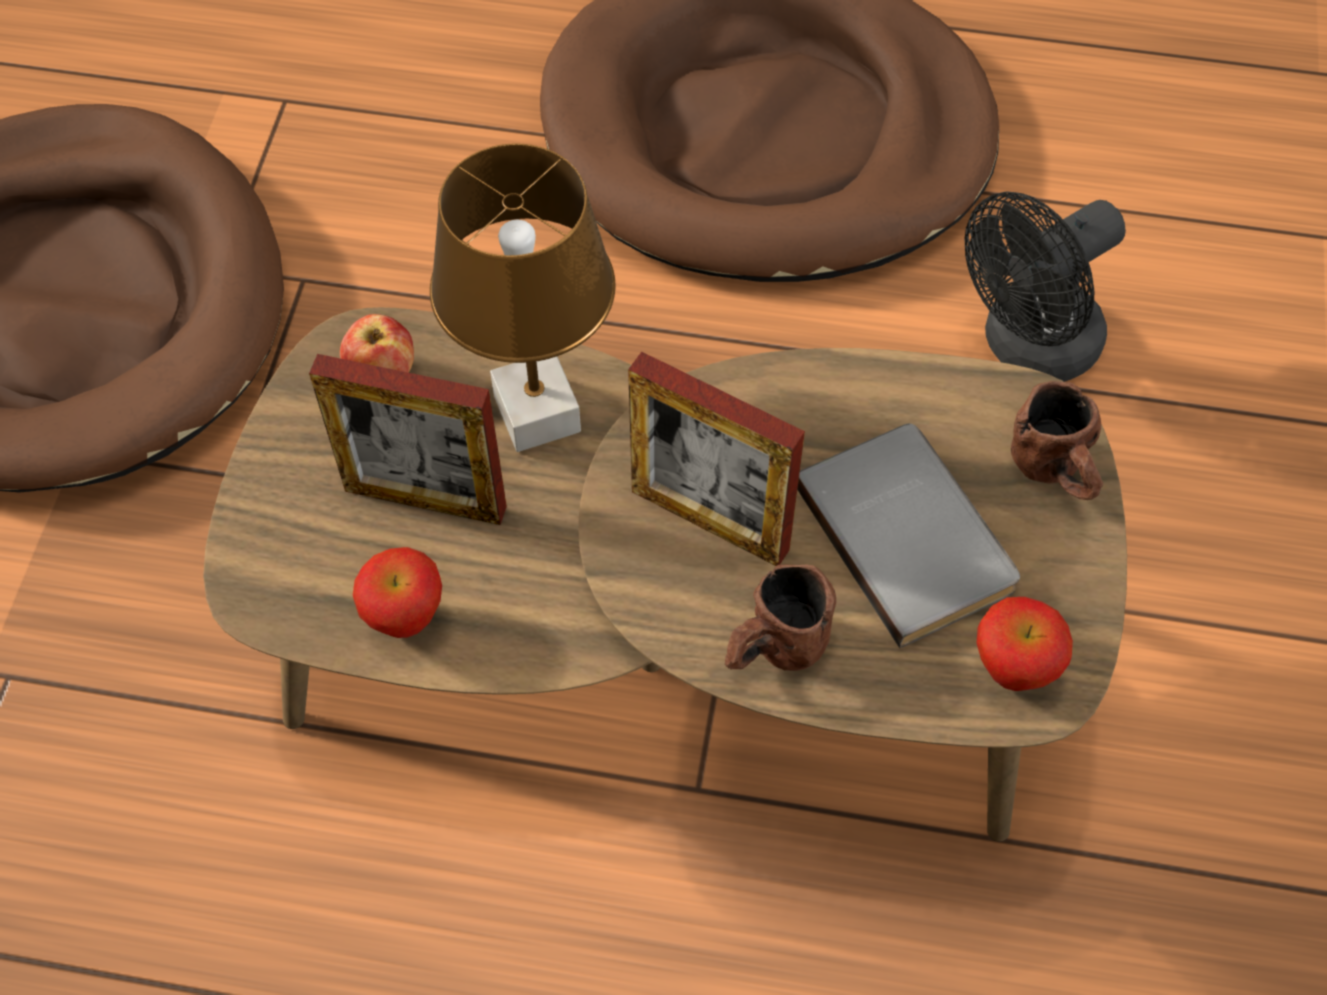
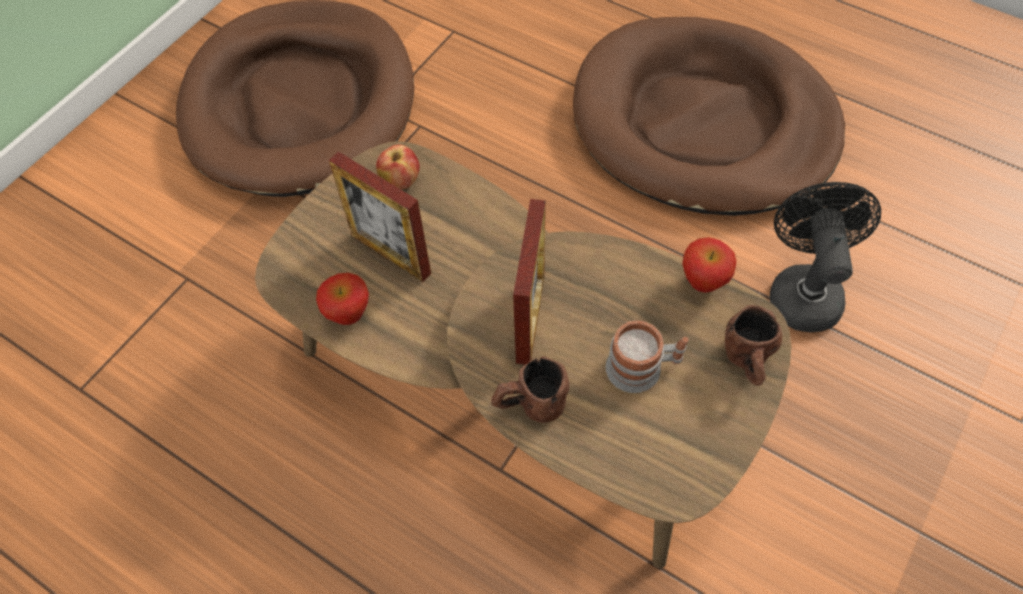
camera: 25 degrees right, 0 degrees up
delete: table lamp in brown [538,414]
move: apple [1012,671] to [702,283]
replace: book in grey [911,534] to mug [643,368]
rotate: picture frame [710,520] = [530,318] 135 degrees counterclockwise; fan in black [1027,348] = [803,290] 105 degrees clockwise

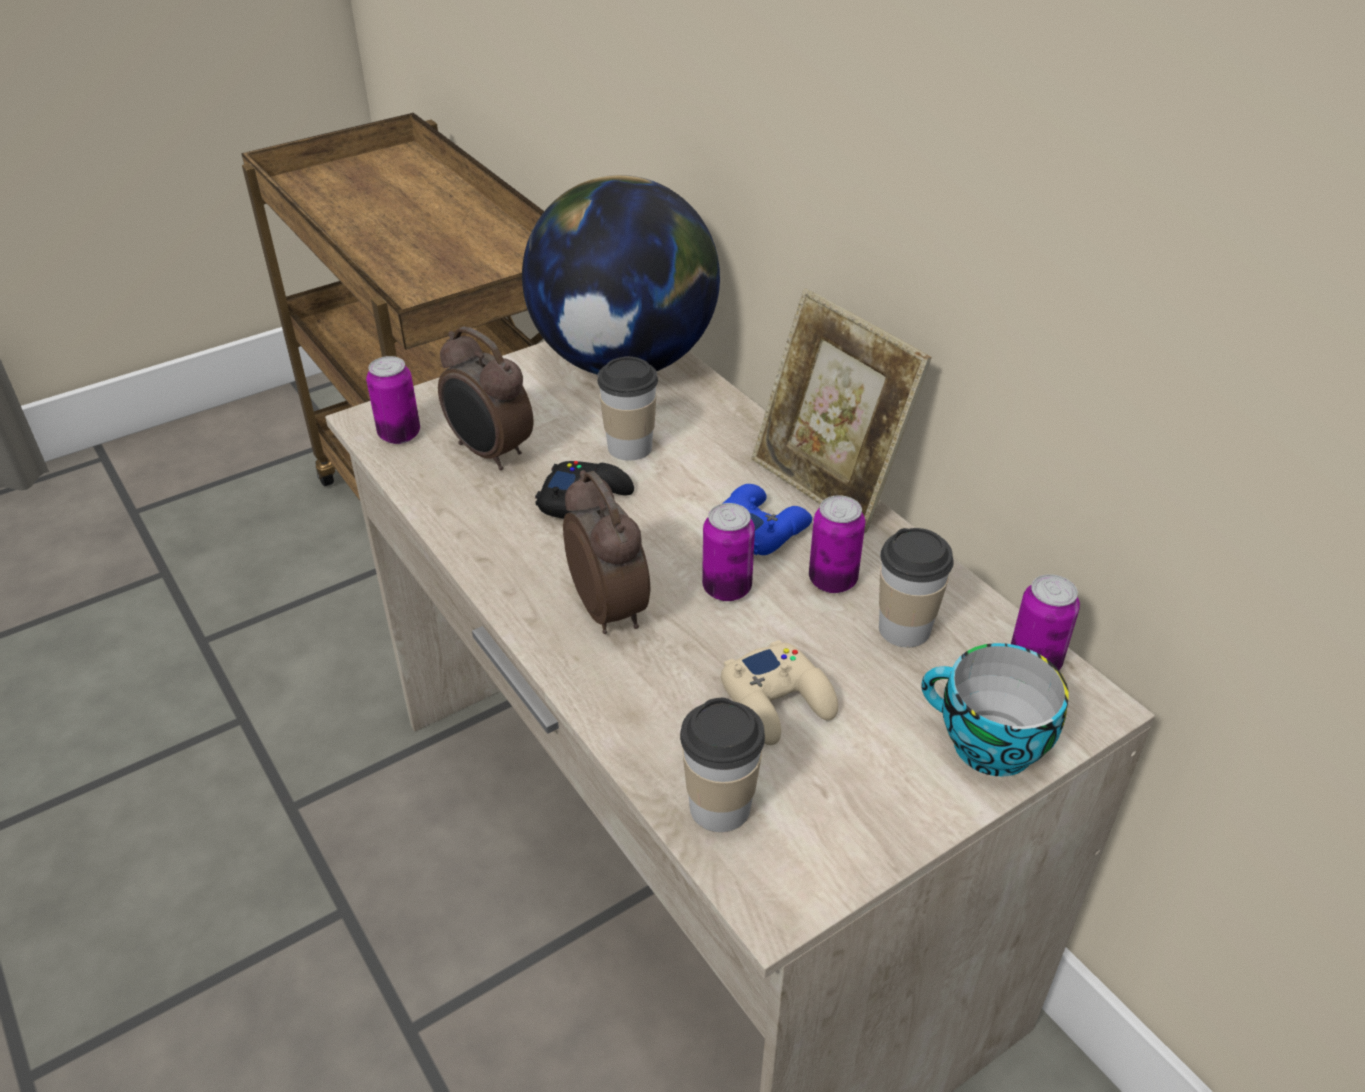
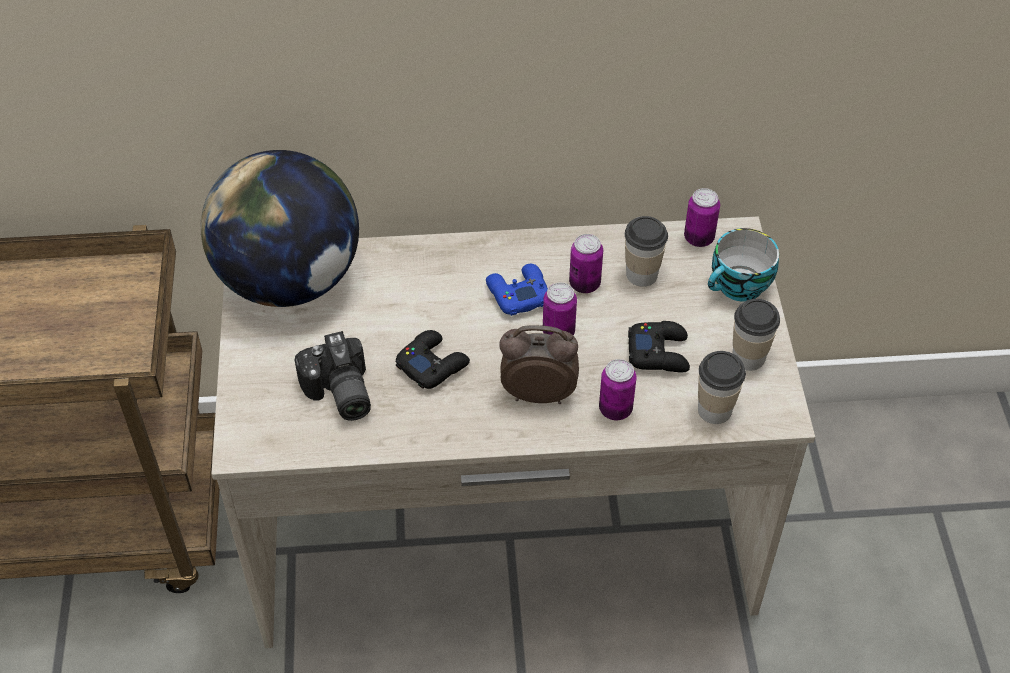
camera: 60 degrees left, 10 degrees up
delete: picture frame [827,484]
move: can [399,434] to [615,409]; cup [630,447] to [748,357]
replace: alarm clock [489,453] to photo camera [338,394]
recolor: game controller in beige [778,701] to game controller in black [659,352]

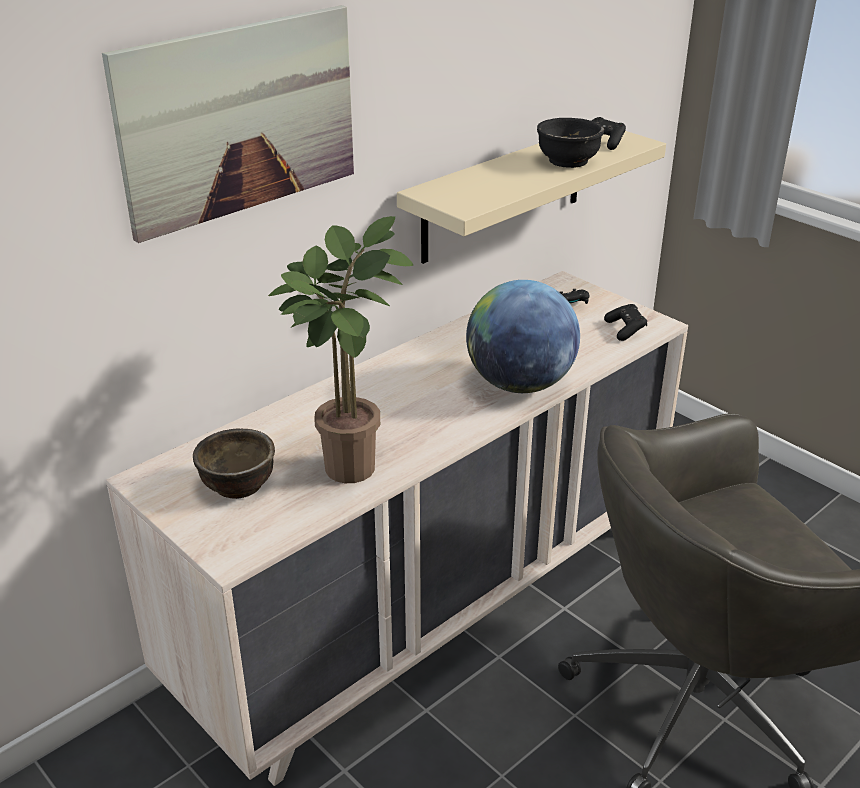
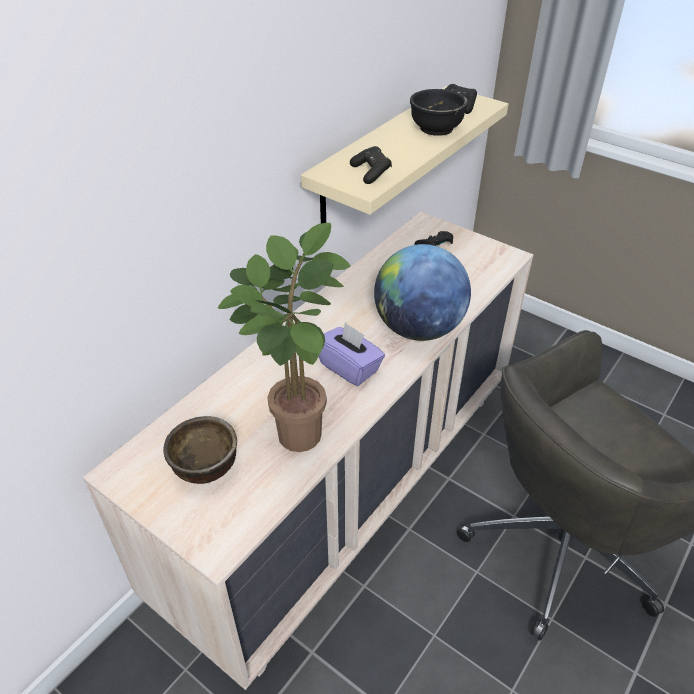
camera: 10 degrees left, 10 degrees up
delete: picture [240,119]
insert: tissue box in purple [349,367]
move: game controller in black [625,330] to [371,173]

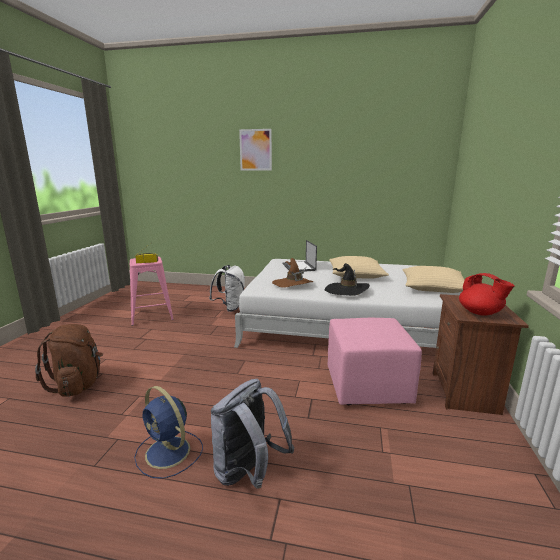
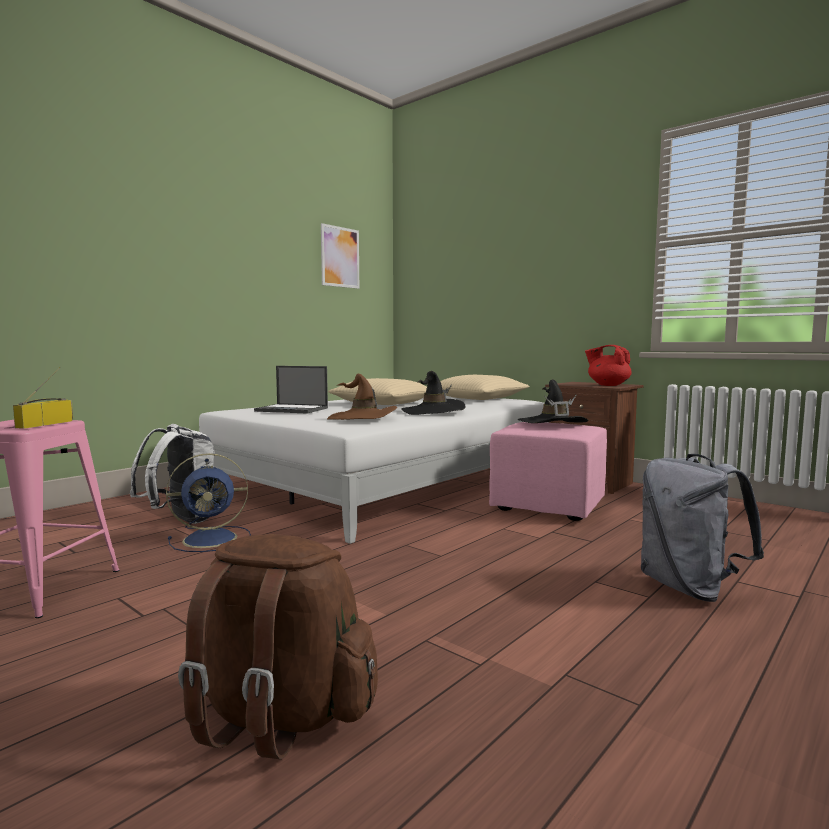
camera: 60 degrees left, 10 degrees down
insert: hat in black [552,424]
move: fan in blue [169,453] to [212,539]; picture [255,150] to [340,257]
rotate: teapot in red [480,313] = [607,385] 135 degrees counterclockwise

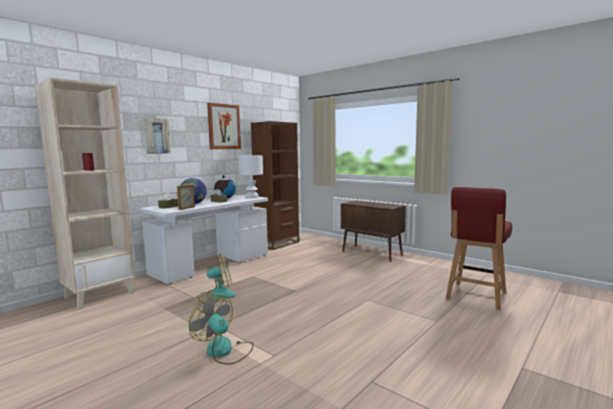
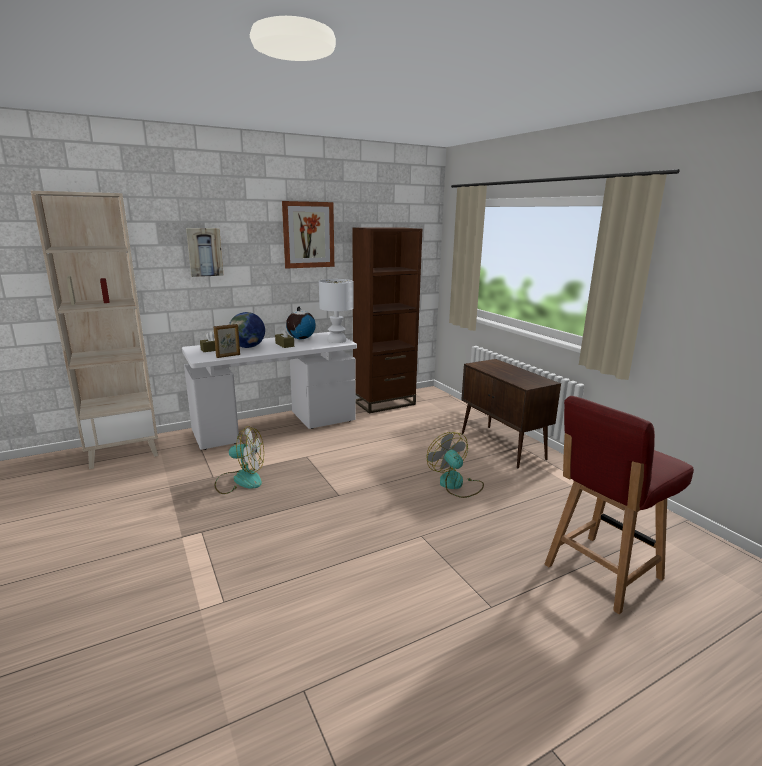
camera: 20 degrees right, 10 degrees up
move: fan [224,351] to [456,484]

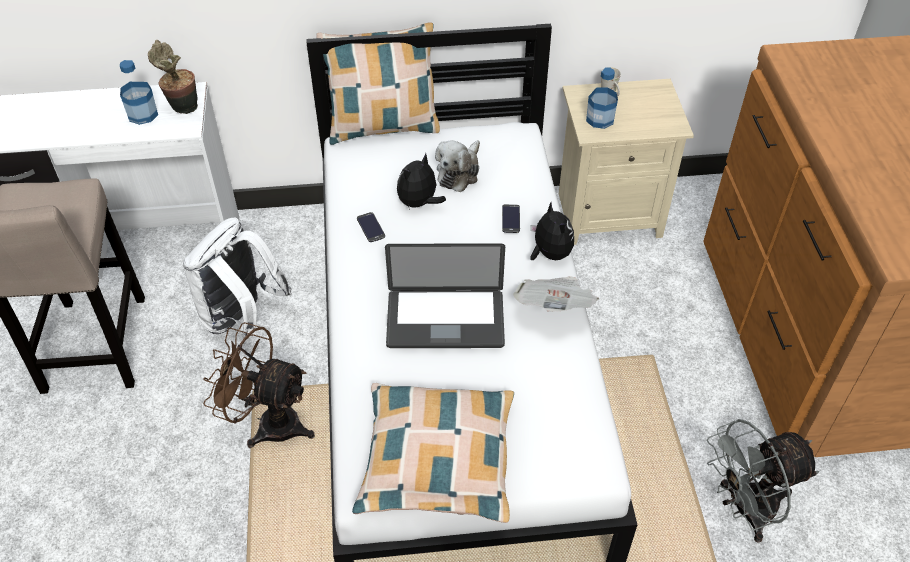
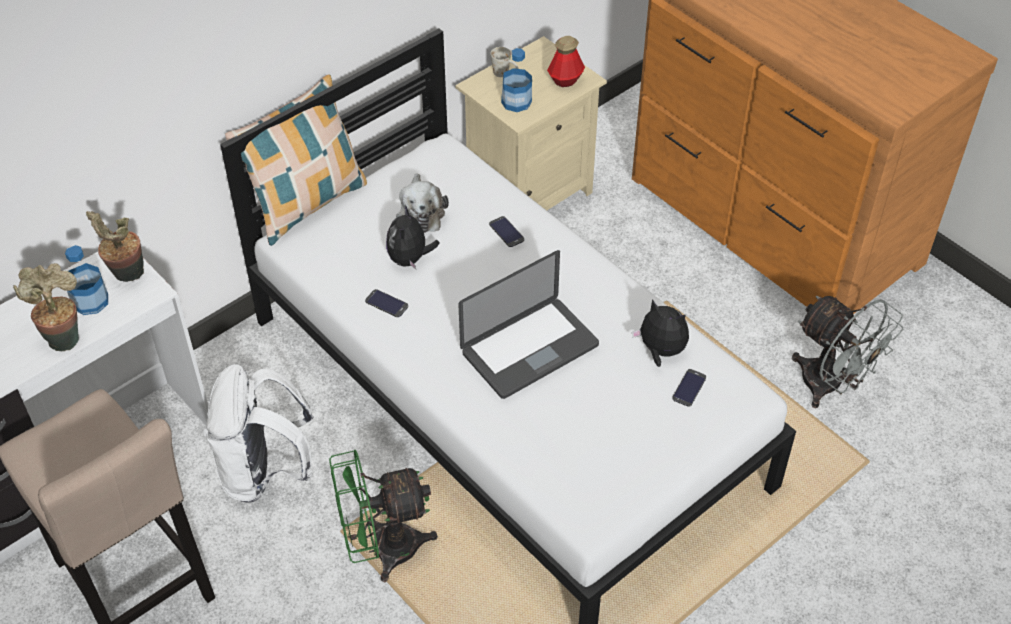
camera: 35 degrees left, 0 degrees up
delete: pillow [437,460]; newspaper [554,307]
insert: potted plant [63,337]; bottle [565,80]; phone [689,388]
move: plush toy [549,254] to [660,351]
recolor: fan in brown [269,423] to fan in green [383,549]
rotate: fan in grey [744,510] = [831,386] 75 degrees counterclockwise

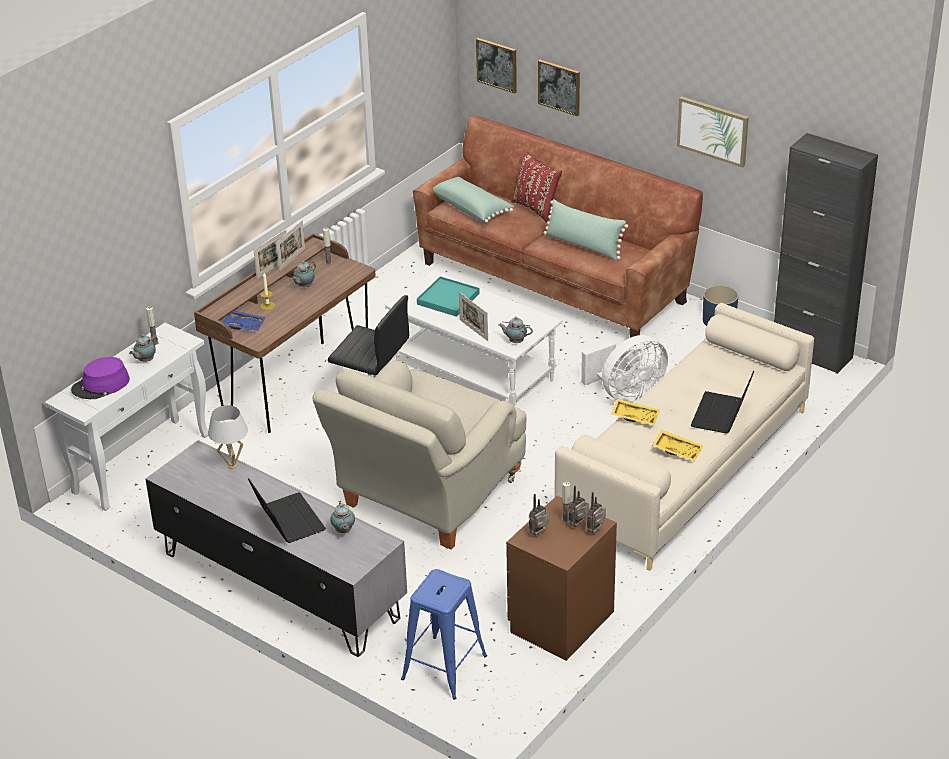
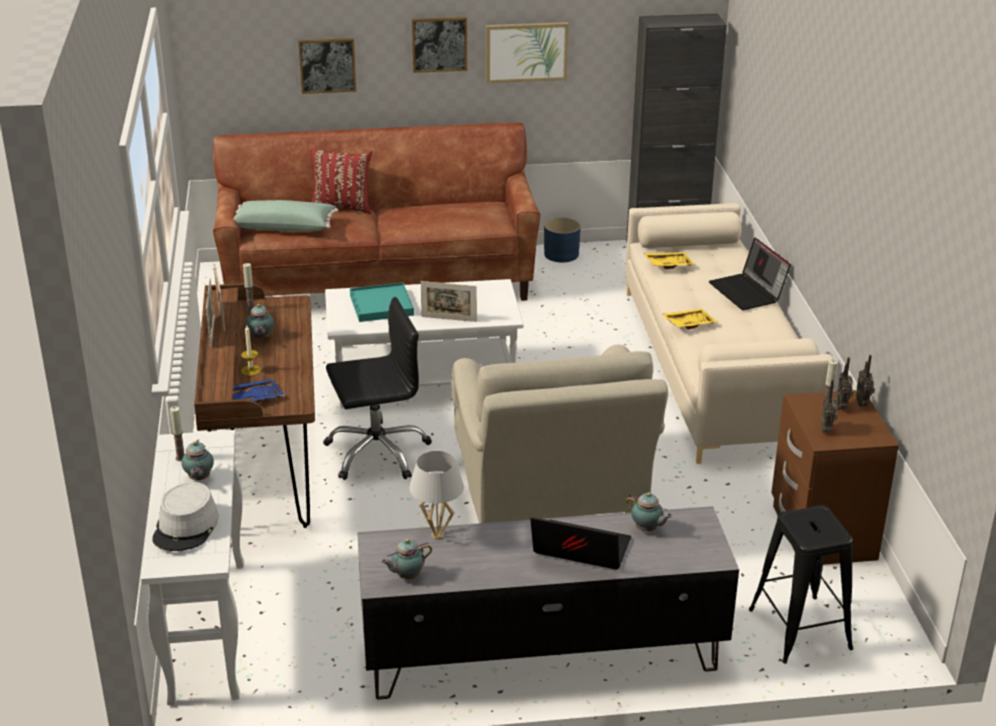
camera: 45 degrees left, 5 degrees down
delete: pillow in green [583,245]; fan in white [626,394]
move: picture [497,65] to [439,44]; teapot [515,341] to [406,576]; tray in yellow [677,450] to [668,264]
recolor: hat in purple [101,385] to hat in grey [186,527]; stool in blue [444,667] to stool in black [800,629]

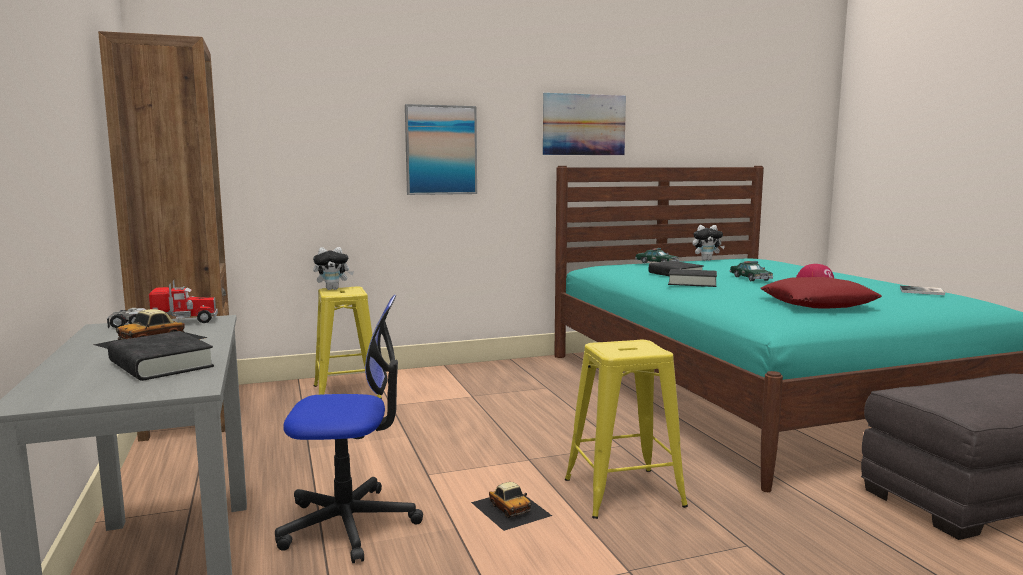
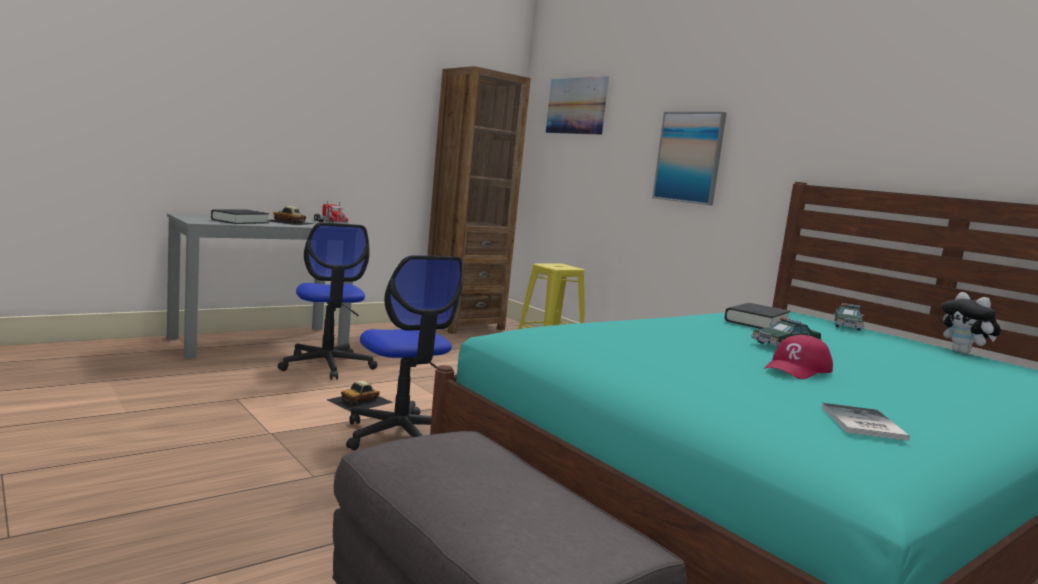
camera: 70 degrees right, 0 degrees up
delete: plush toy [333,289]; book in black [692,283]; pillow in red [818,303]
move: picture [584,125] to [576,106]
replace: stool in yellow [623,493] to office chair [401,435]

